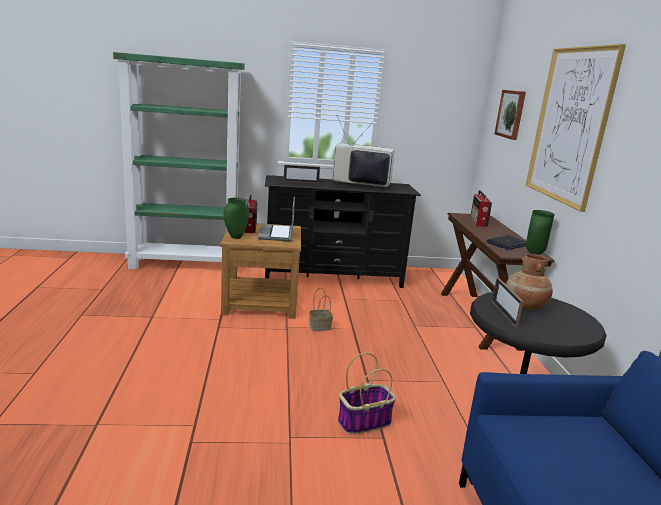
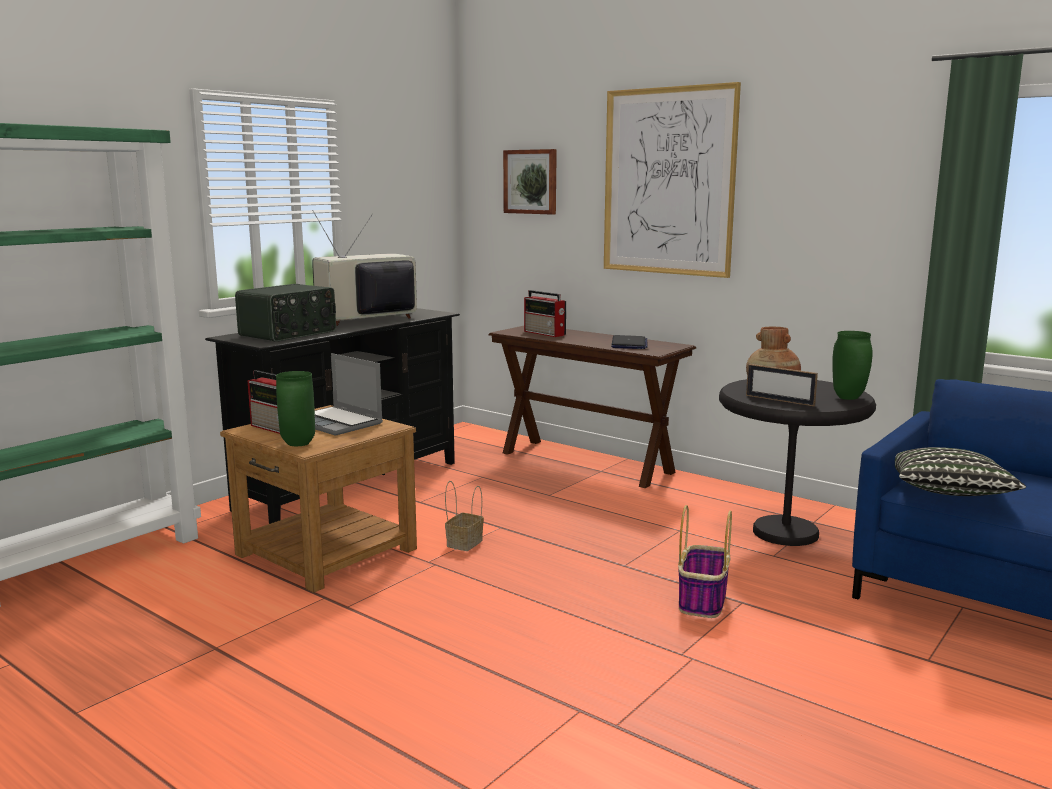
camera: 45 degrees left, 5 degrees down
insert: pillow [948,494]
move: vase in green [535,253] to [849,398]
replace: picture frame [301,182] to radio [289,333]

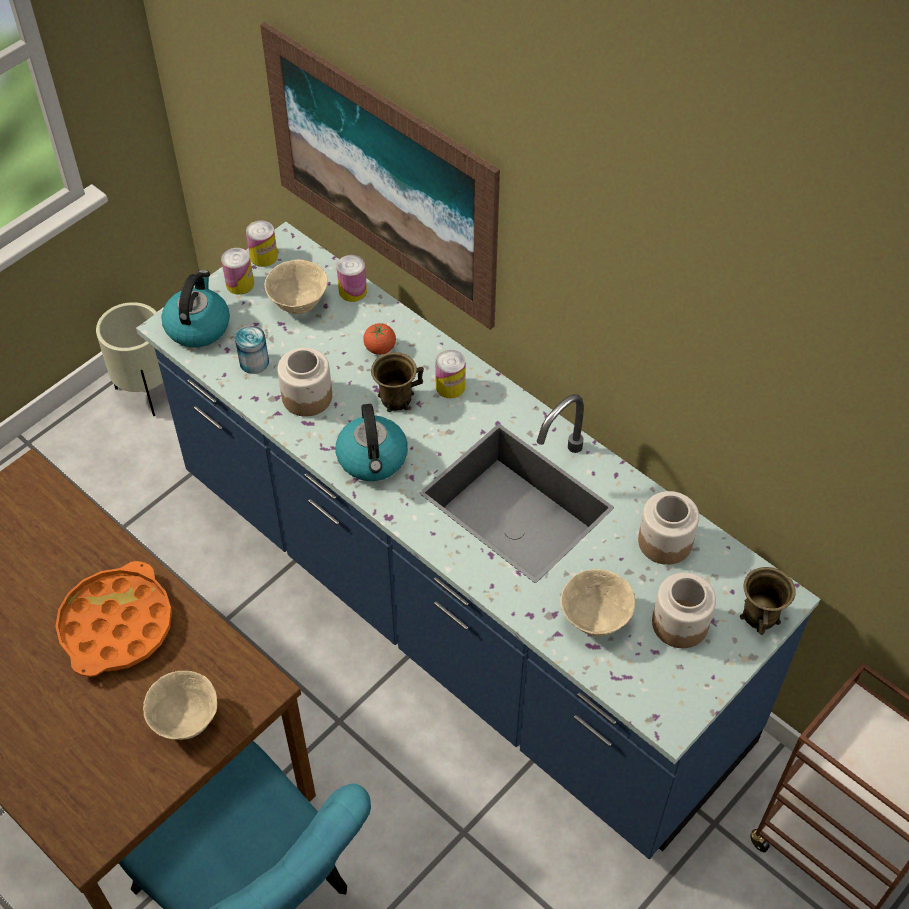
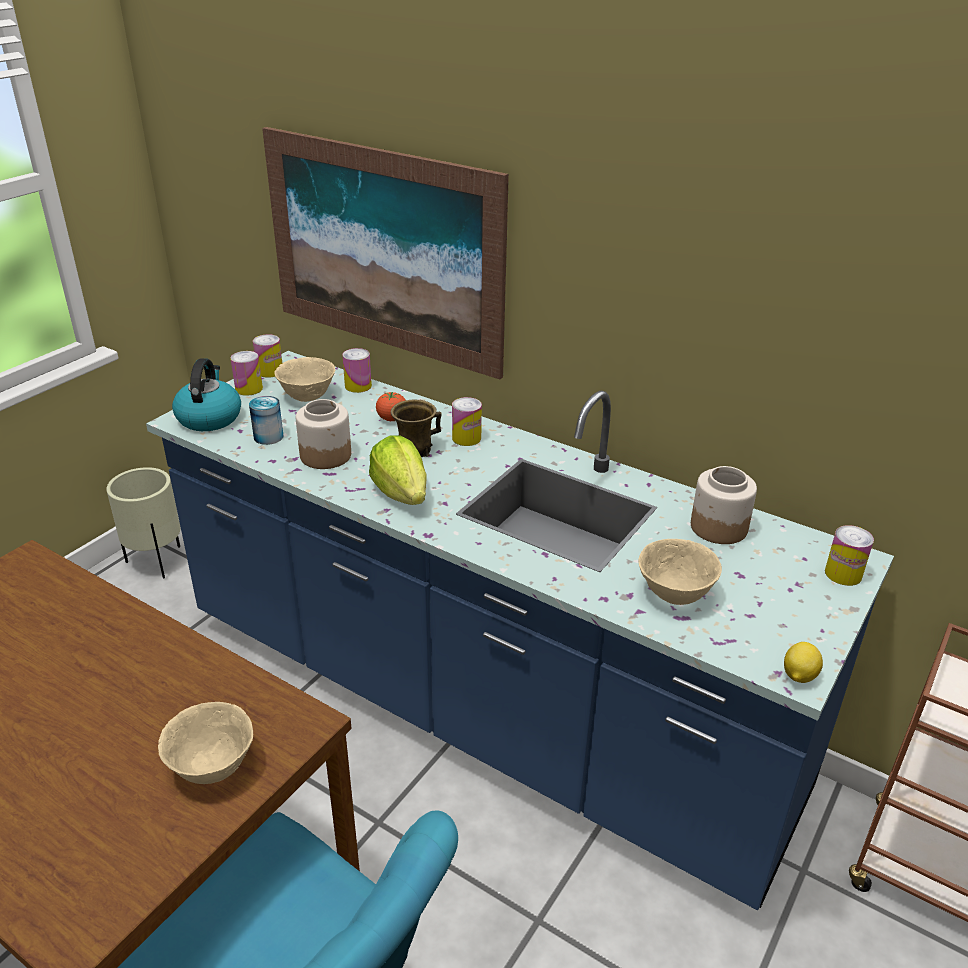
camera: 10 degrees left, 20 degrees down
delete: tray in orange [116,625]; jar [679,624]
insert: lemon [798,676]
replace: kettle [373,459] to lettuce [402,493]; mug in brown [761,615] to can [843,574]

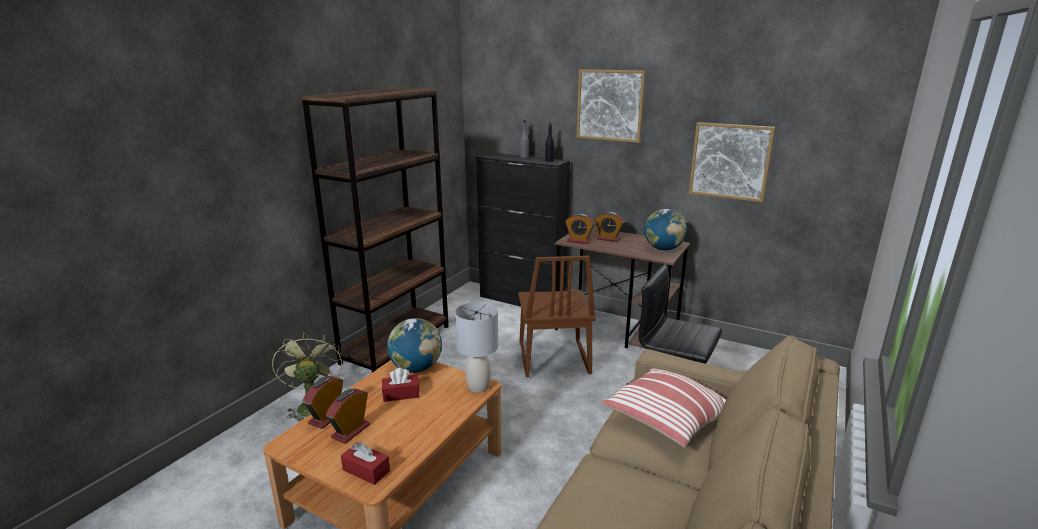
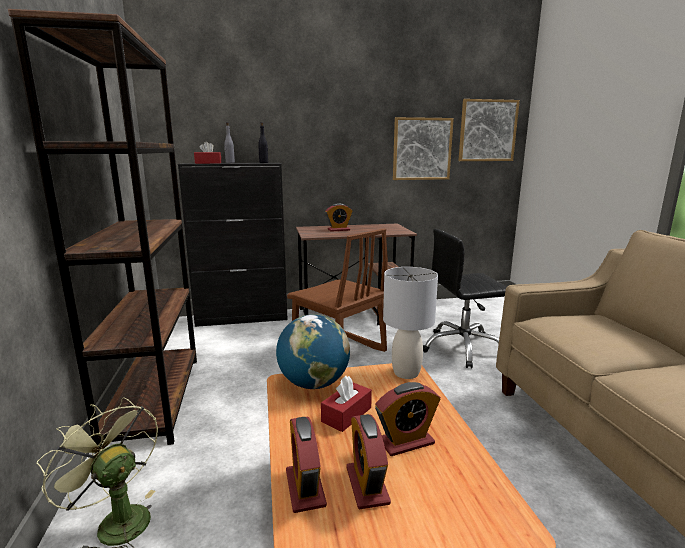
camera: 40 degrees left, 5 degrees down
delete: pillow [665,420]; globe [663,249]
move: tissue box in red [366,470] to [208,163]; alarm clock [579,241] to [406,442]; picture [610,105] to [487,131]

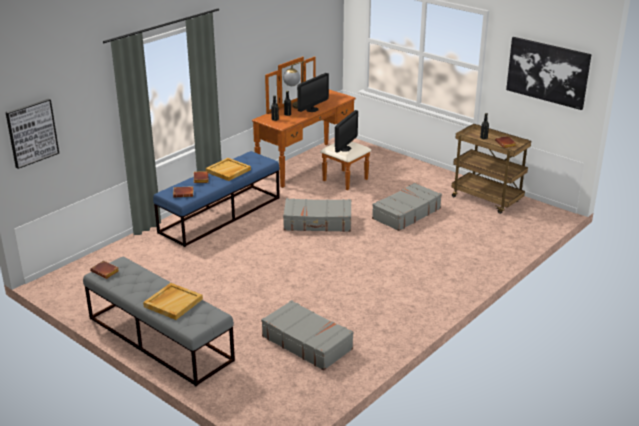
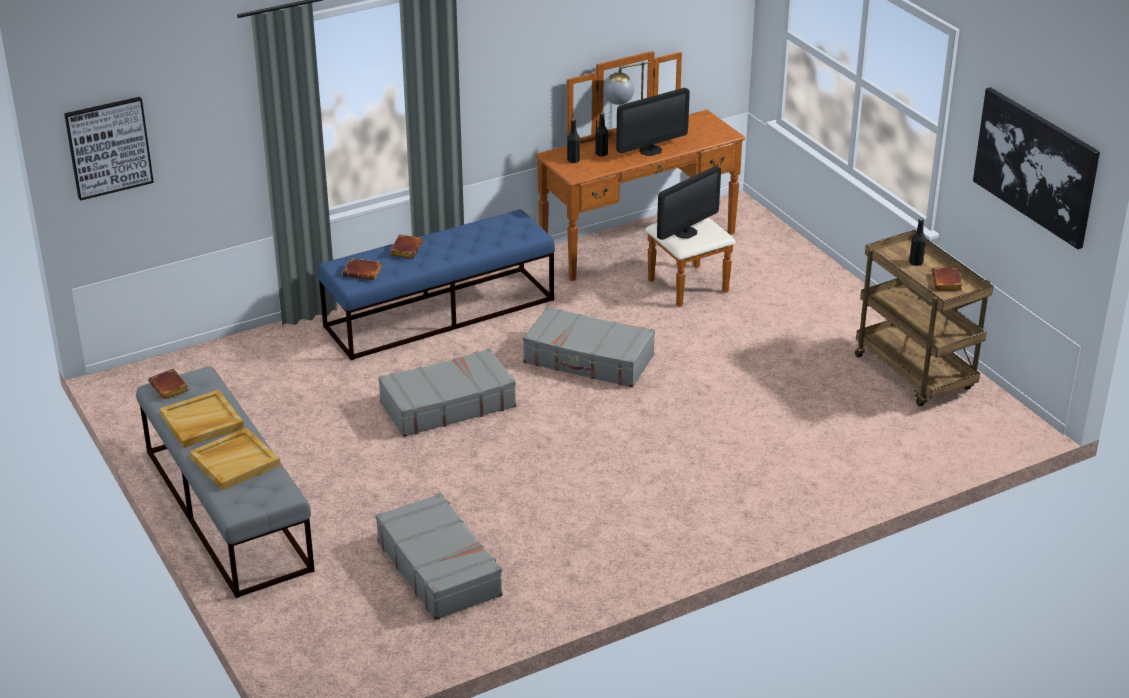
camera: 20 degrees right, 5 degrees up
move: tray in beige [228,171] to [201,422]; suitcase in grey [406,213] to [447,404]

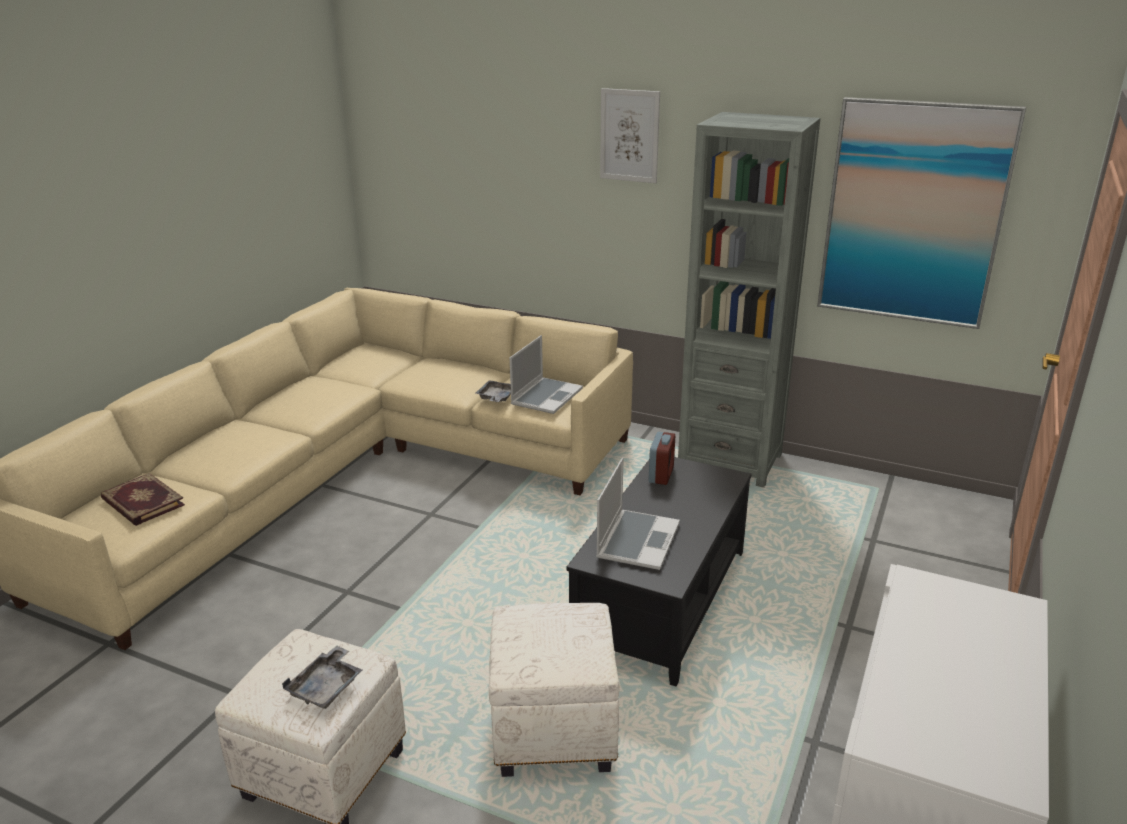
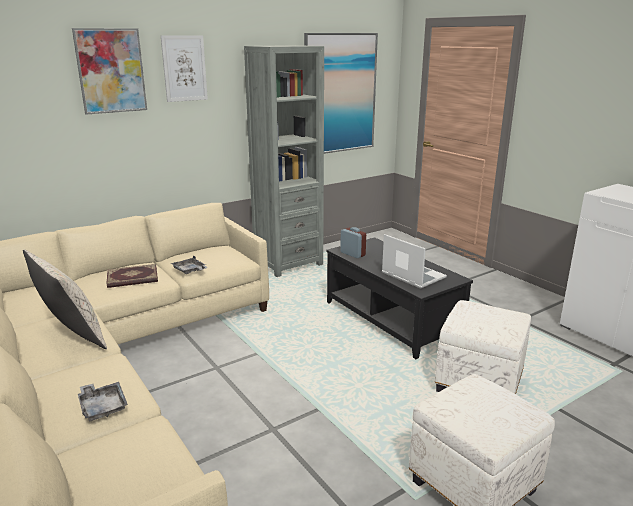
camera: 60 degrees left, 5 degrees down
delete: laptop [546,396]
insert: pillow in beige [72,337]; picture [111,71]
move: book [142,503] to [132,279]; tray in grey [326,687] to [102,406]

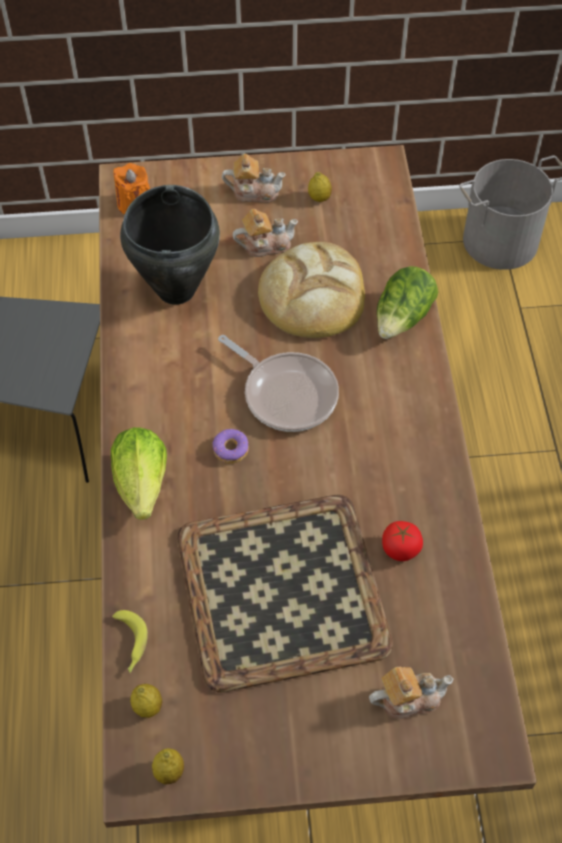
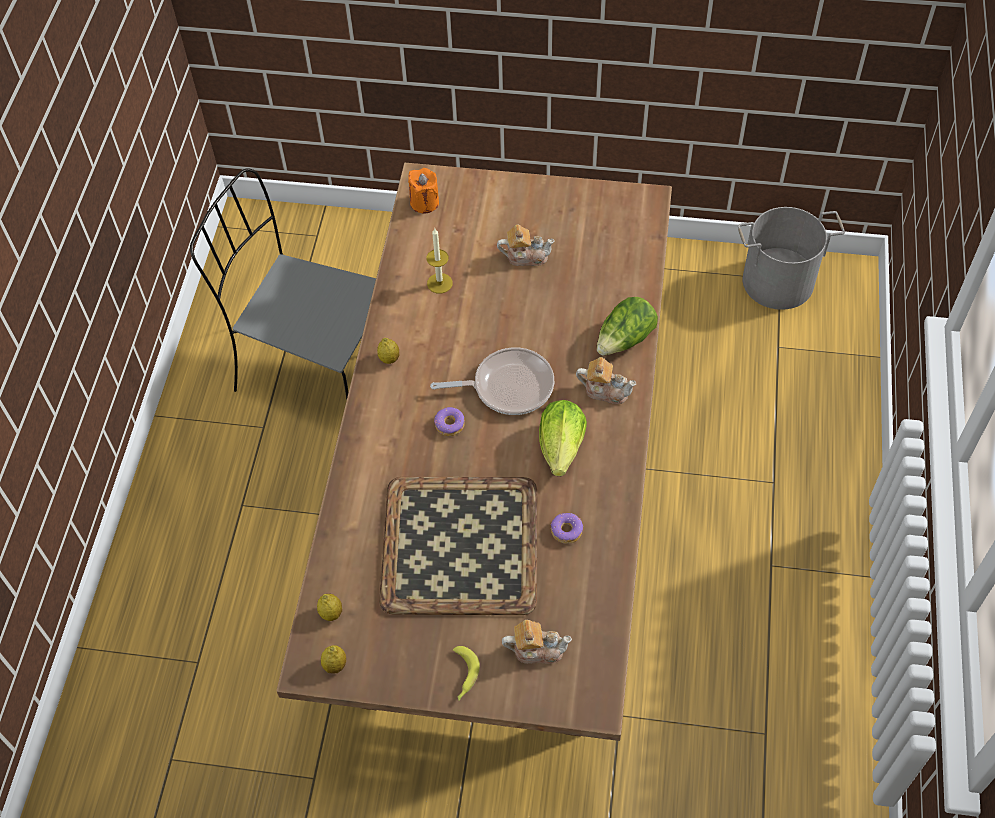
camera: 15 degrees right, 0 degrees up
delete: bread [313,295]
move: lettuce [142,483] to [561,447]; banana [130,644] to [463,676]; teapot [254,192] to [605,390]; lemon [319,198] to [389,359]
replace: cooking pot in black [175,290] to candle [439,283]; tomato [401,548] to donut [566,531]
rotate: frying pan [286,393] = [508,386] 60 degrees counterclockwise

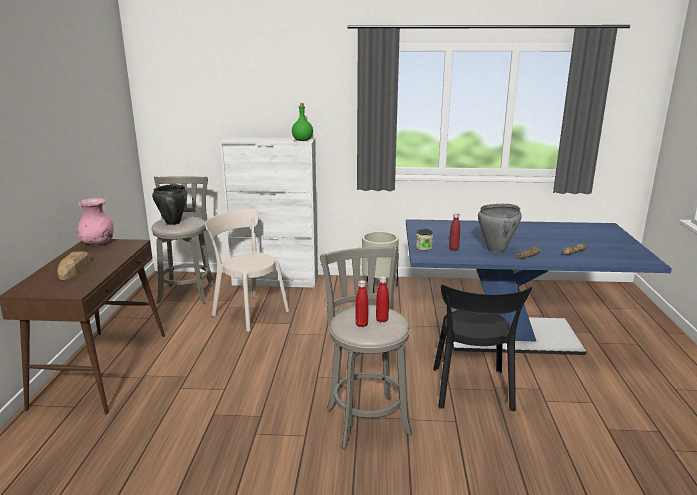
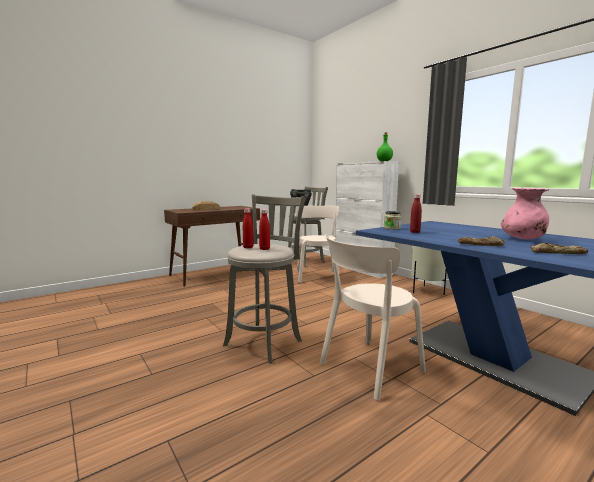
camera: 50 degrees right, 10 degrees down
delete: cooking pot in grey [496,250]
move: vase in pink [98,243] to [523,239]
recolor: chair in black [472,391] to chair in beige [368,369]

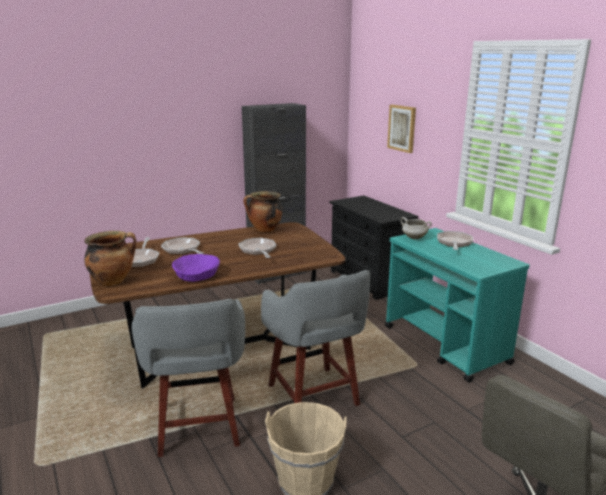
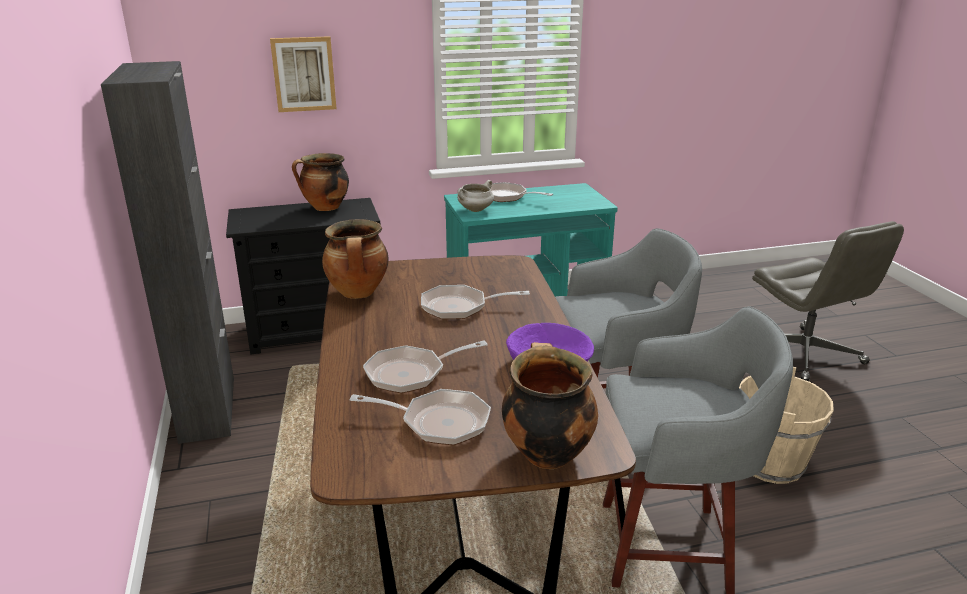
camera: 75 degrees left, 5 degrees up
insert: cooking pot [325,208]

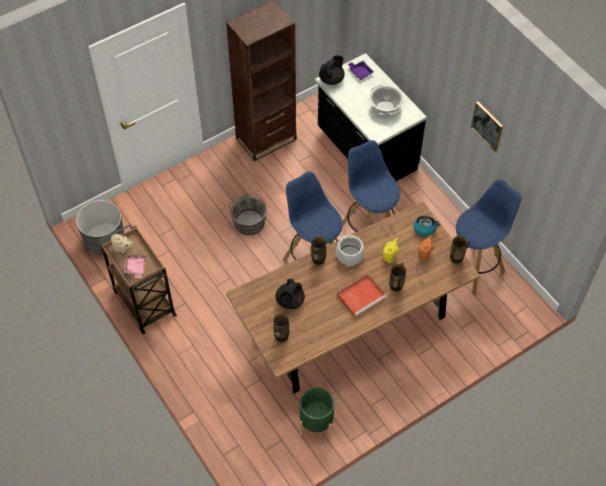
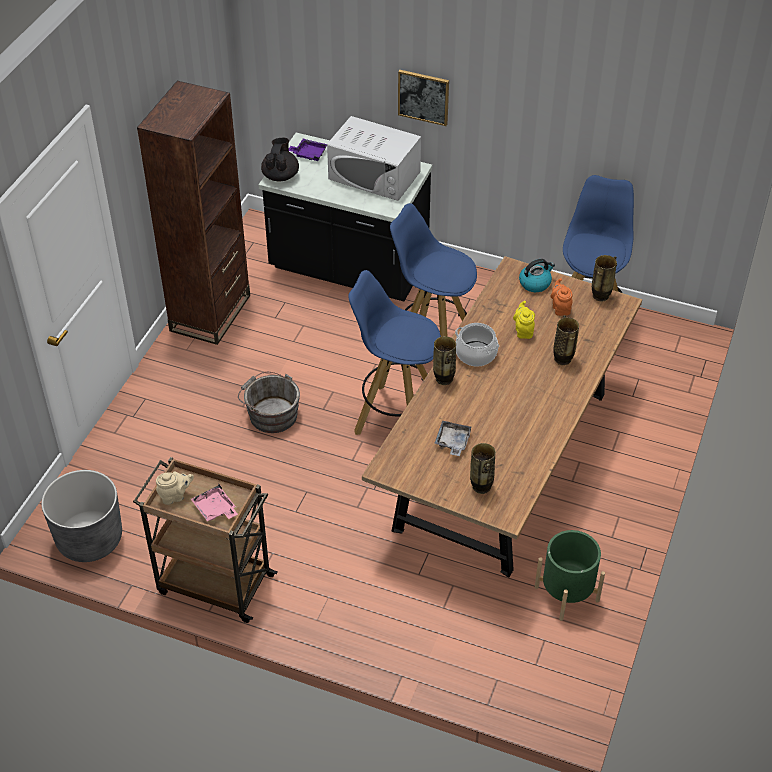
camera: 35 degrees left, 10 degrees down
delete: tray in red [361,295]
move: picture [487,126] to [423,97]
replace: teapot in black [289,301] to tray in grey [452,442]; cooking pot [385,107] to microwave in white [374,175]

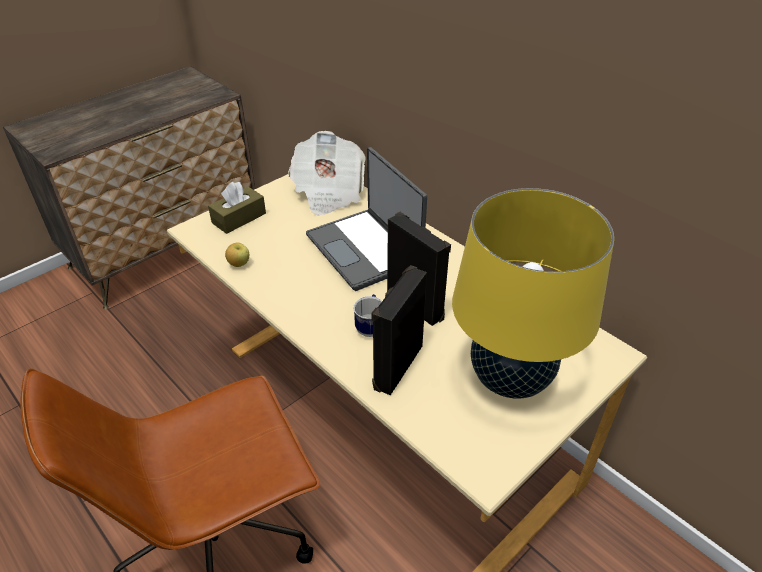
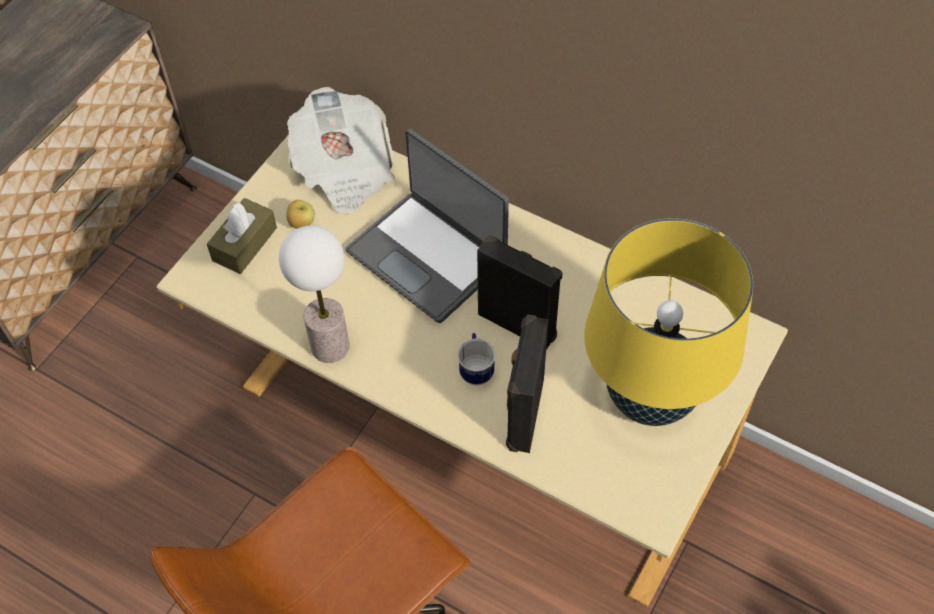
camera: 15 degrees left, 15 degrees up
insert: table lamp [330,346]
move: apple [239,264] to [302,224]

